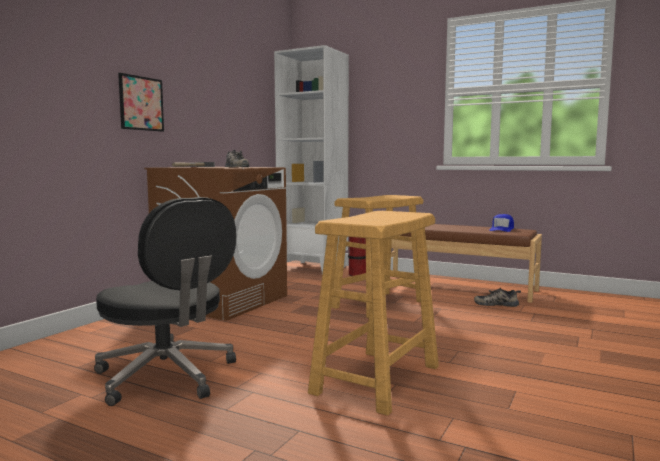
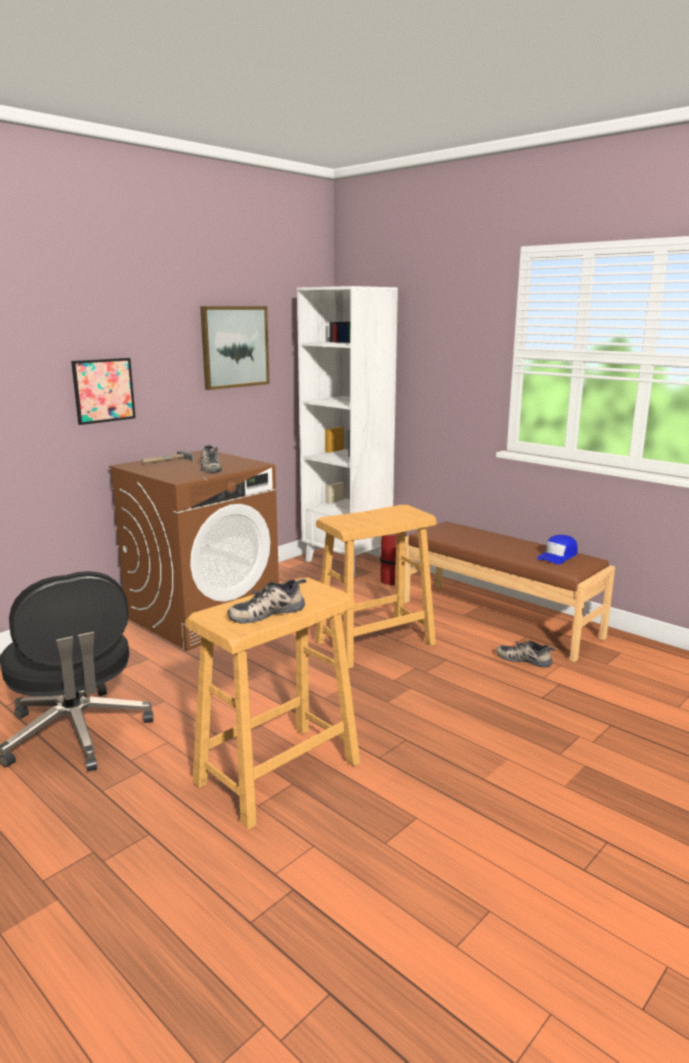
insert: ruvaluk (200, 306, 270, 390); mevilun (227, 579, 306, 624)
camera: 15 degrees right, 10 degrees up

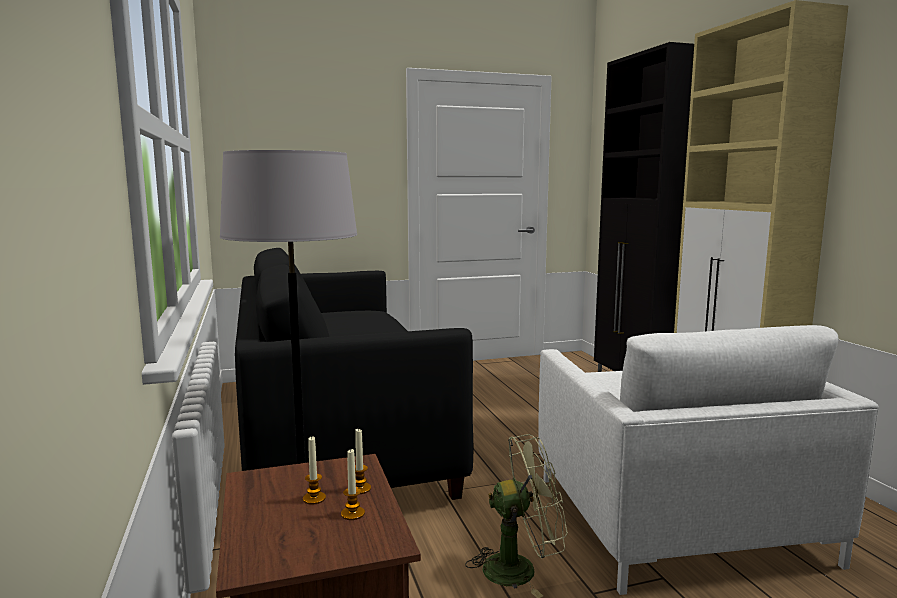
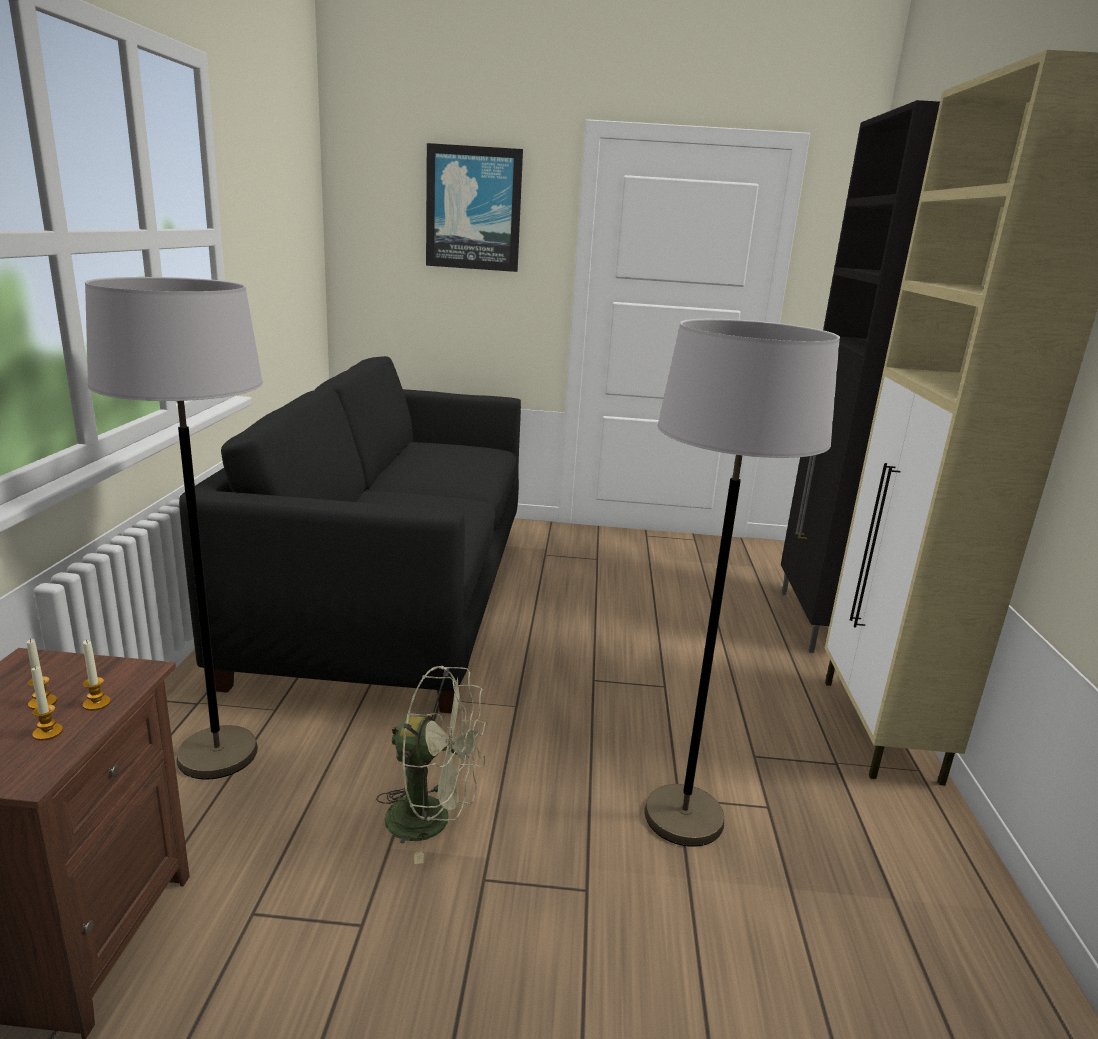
insert: ruvaluk (426, 143, 523, 272)
replace: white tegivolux (538, 325, 879, 595) to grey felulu (644, 319, 840, 847)
camera: 20 degrees right, 10 degrees up

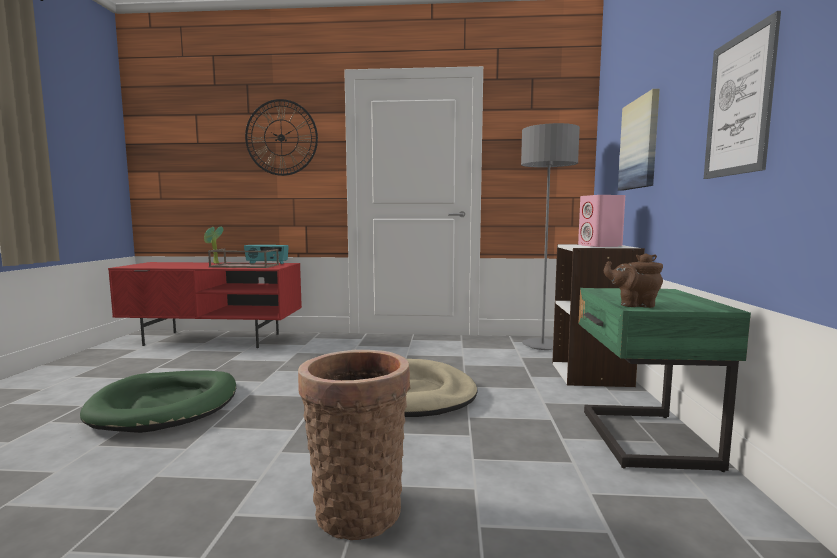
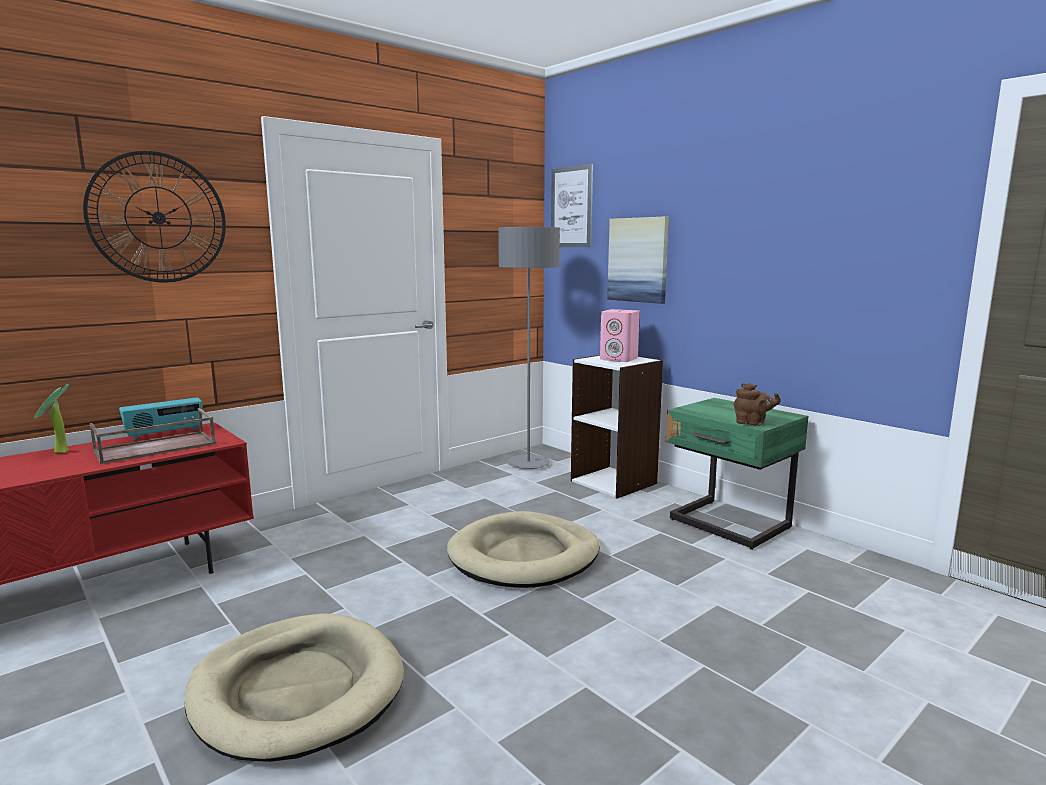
delete: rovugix (298, 350, 410, 540)
move: ruvaluk (704, 11, 781, 179) to (551, 164, 593, 247)
recolor: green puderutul (80, 371, 236, 433) to beige puderutul (184, 613, 404, 762)
rotate: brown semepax (604, 253, 663, 308) = (734, 383, 781, 426) 120 degrees counterclockwise
camera: 45 degrees left, 5 degrees up

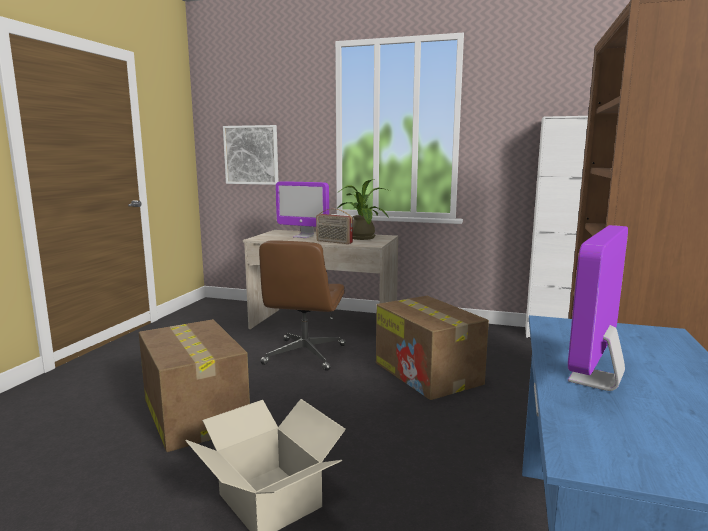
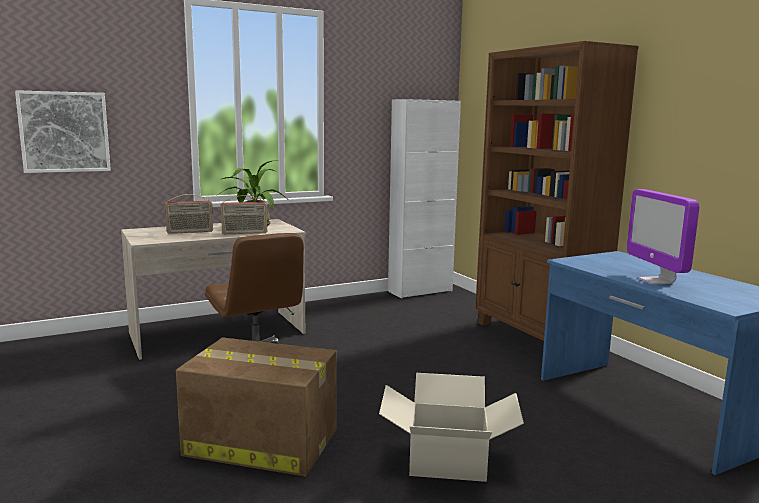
delete: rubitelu (376, 296, 489, 400)
replace: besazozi (276, 181, 329, 238) to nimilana (165, 194, 213, 234)
camera: 45 degrees left, 0 degrees up

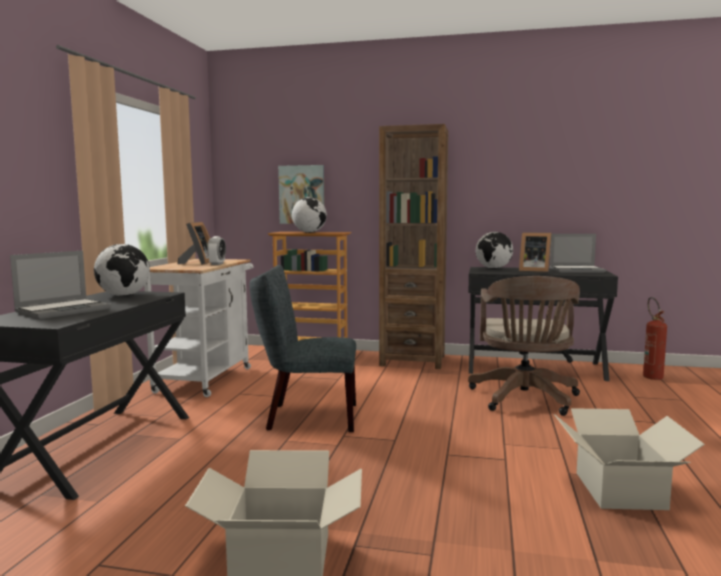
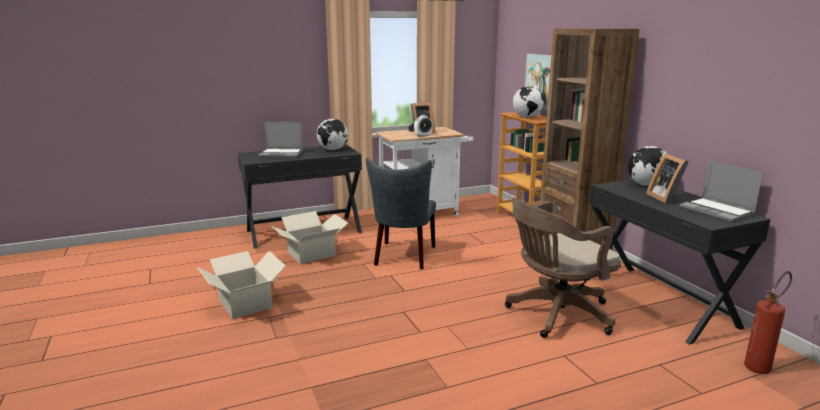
move: rubitelu (554, 408, 705, 510) to (272, 211, 348, 264)
rotate: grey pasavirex (250, 265, 356, 432) = (366, 158, 436, 269) 135 degrees counterclockwise
camera: 55 degrees right, 10 degrees up

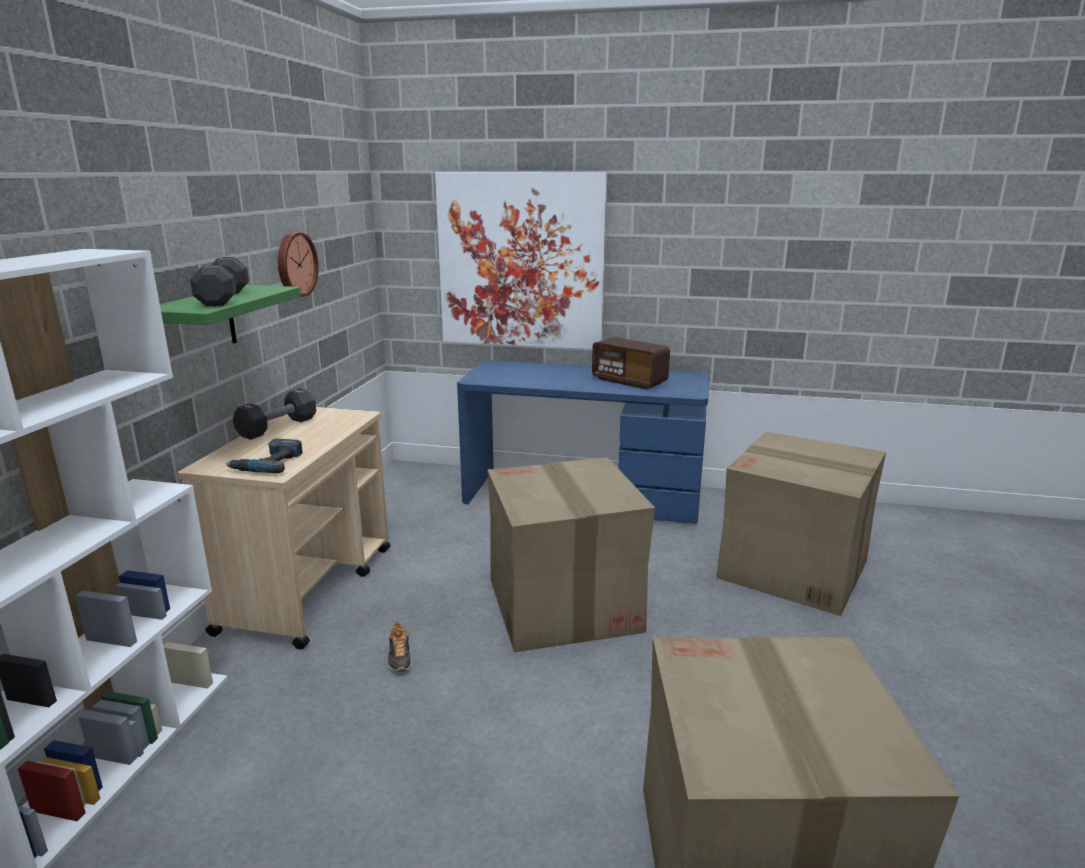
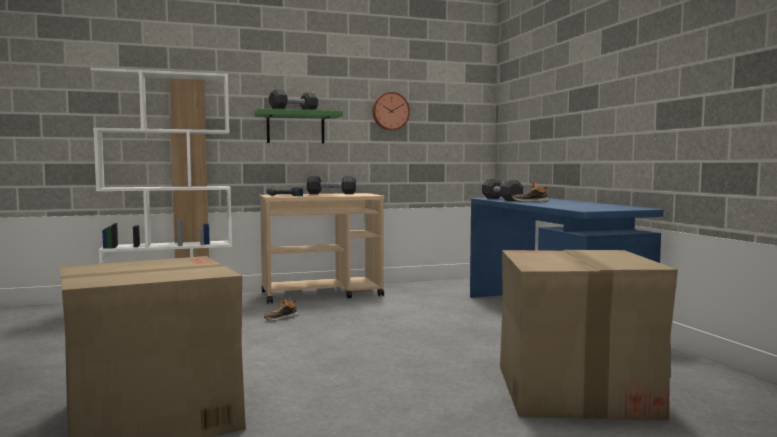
delete: ruvaluk (435, 172, 608, 349); rubitelu (487, 457, 655, 652); nimilana (592, 337, 670, 389)
insert: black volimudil (482, 179, 523, 201); mevilun (512, 182, 549, 202)
camera: 60 degrees right, 15 degrees down

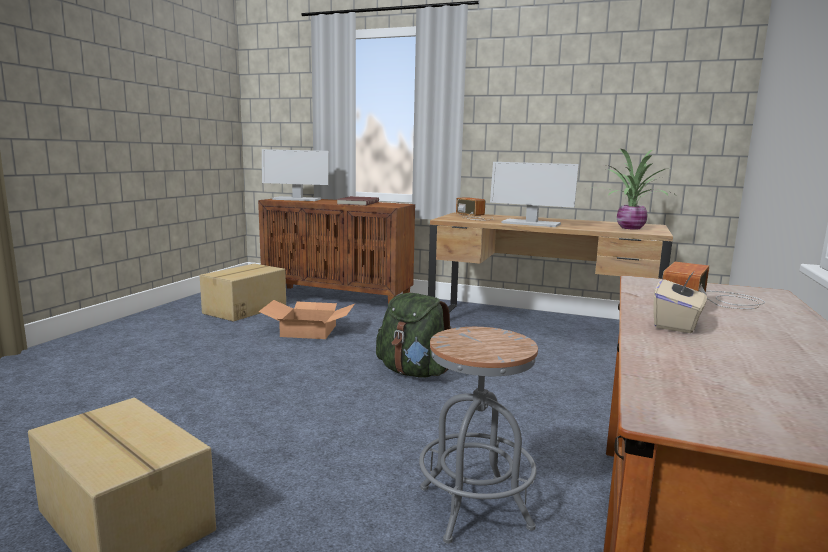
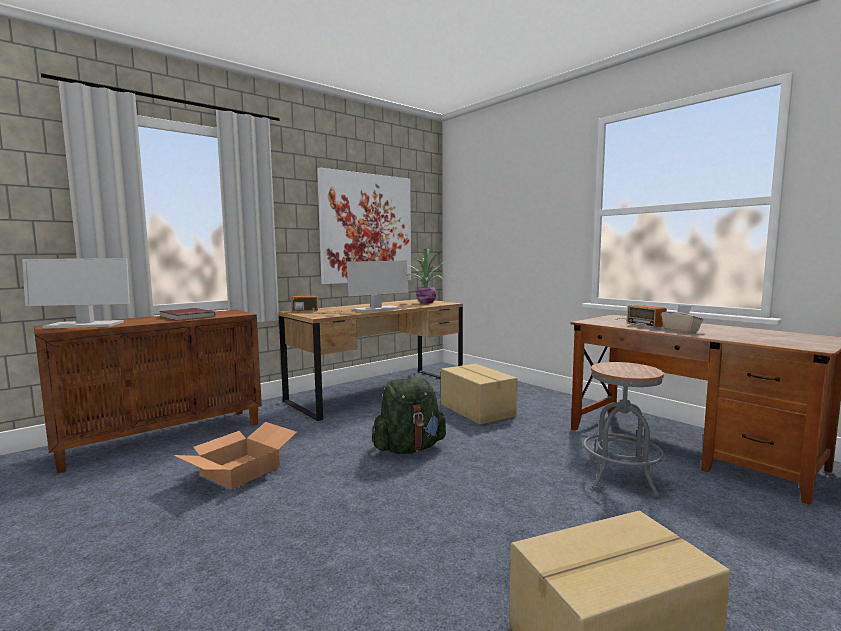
insert: ruvaluk (317, 168, 412, 284)
move: rubitelu (200, 264, 286, 322) to (441, 364, 518, 425)
rotate: besazozi (262, 149, 329, 201) = (22, 258, 130, 329) 45 degrees clockwise
camera: 60 degrees left, 5 degrees down

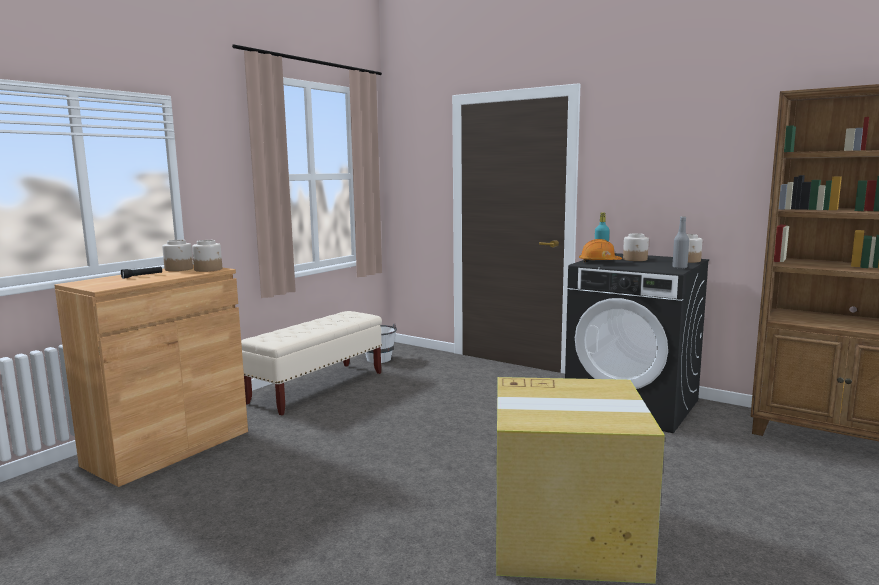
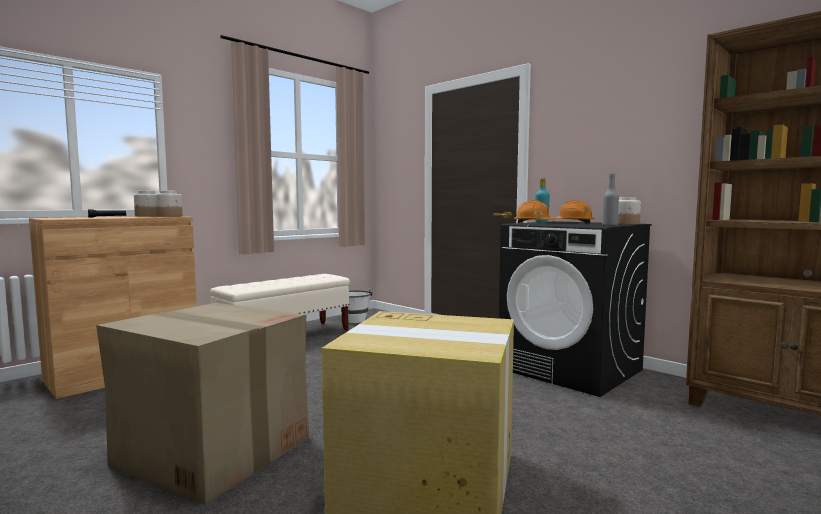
insert: rubitelu (96, 303, 309, 505)
replace: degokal (623, 233, 649, 261) to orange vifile (554, 200, 594, 223)
camera: 10 degrees right, 5 degrees down

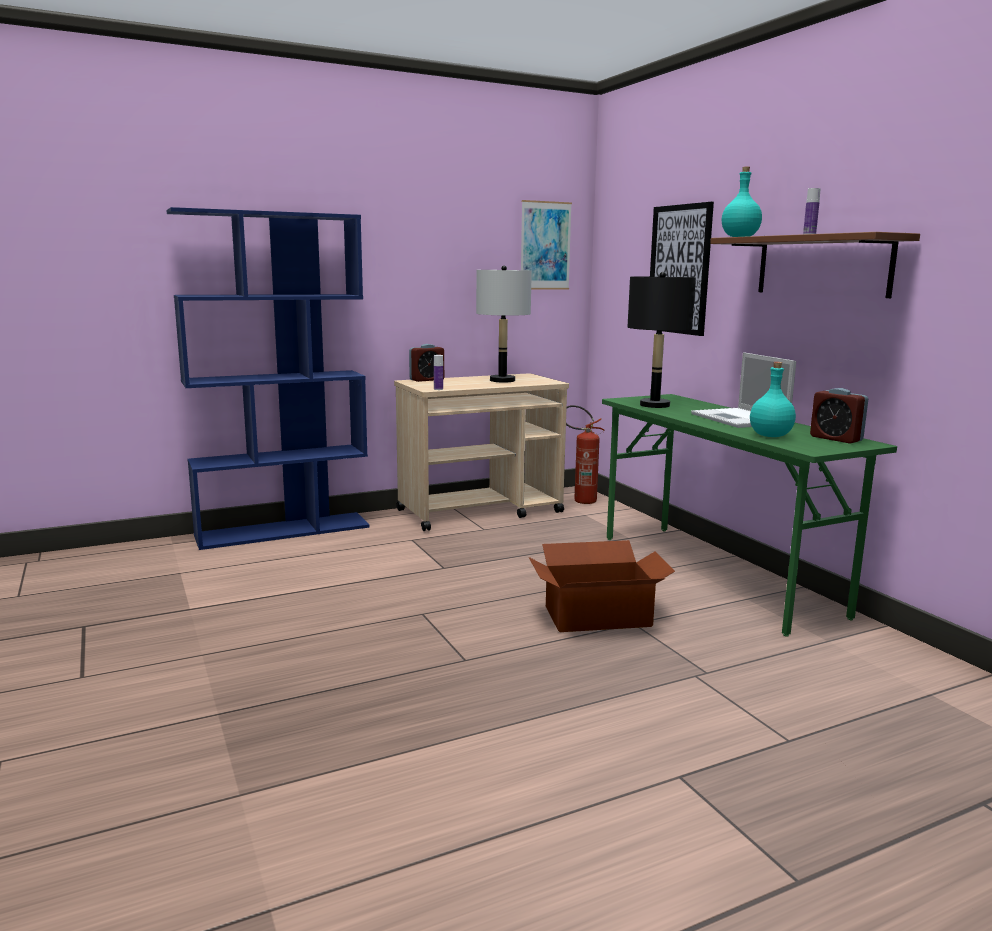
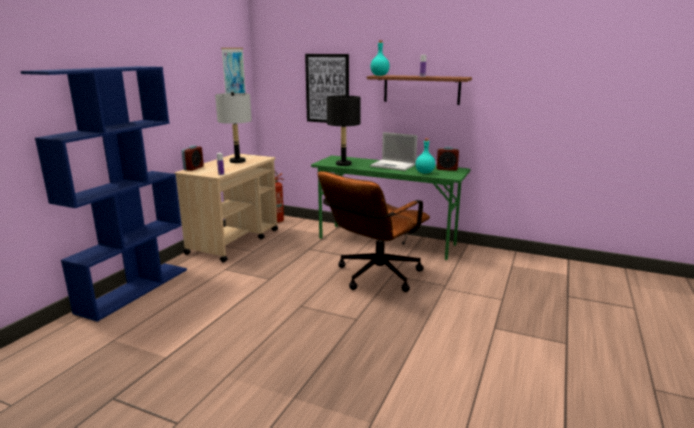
replace: rubitelu (529, 540, 675, 632) to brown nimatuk (317, 171, 430, 292)
camera: 40 degrees left, 5 degrees up

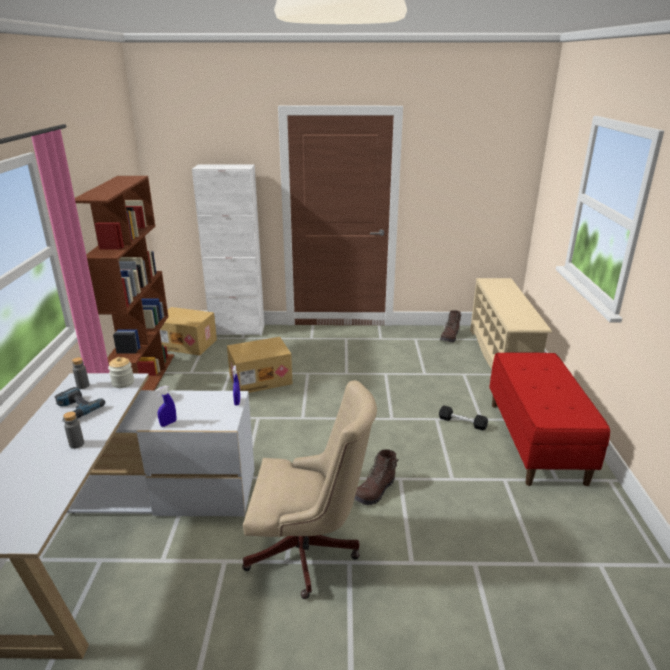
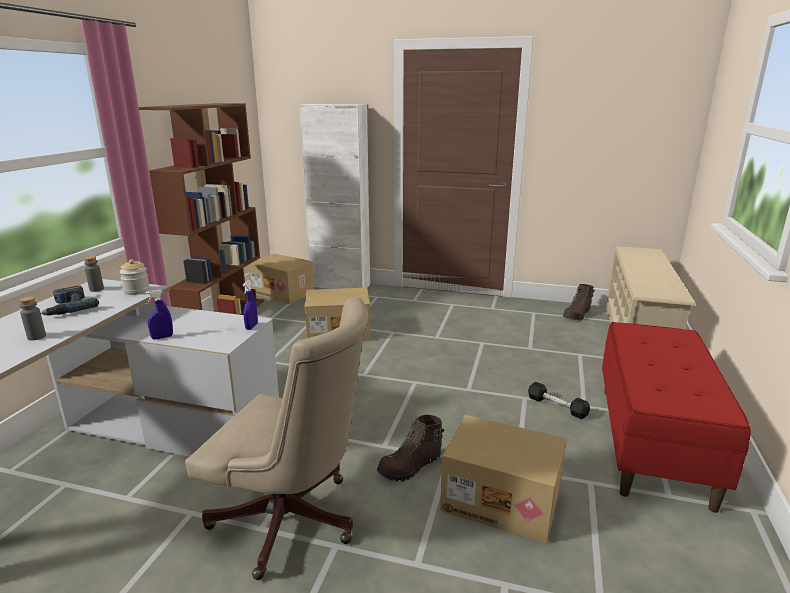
insert: rubitelu (440, 415, 566, 544)
camera: 15 degrees right, 5 degrees down

